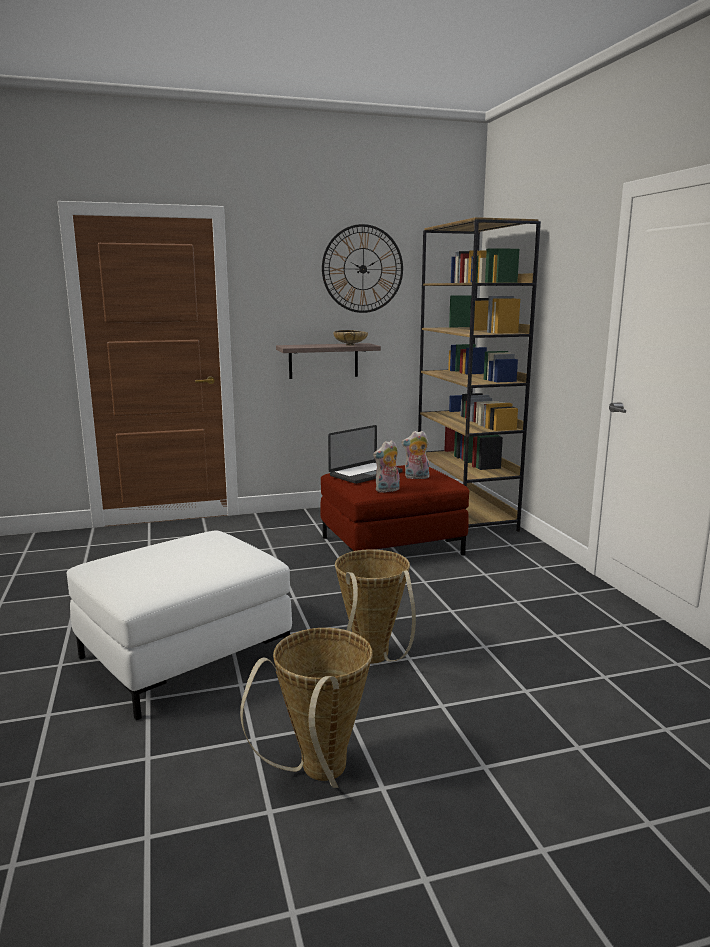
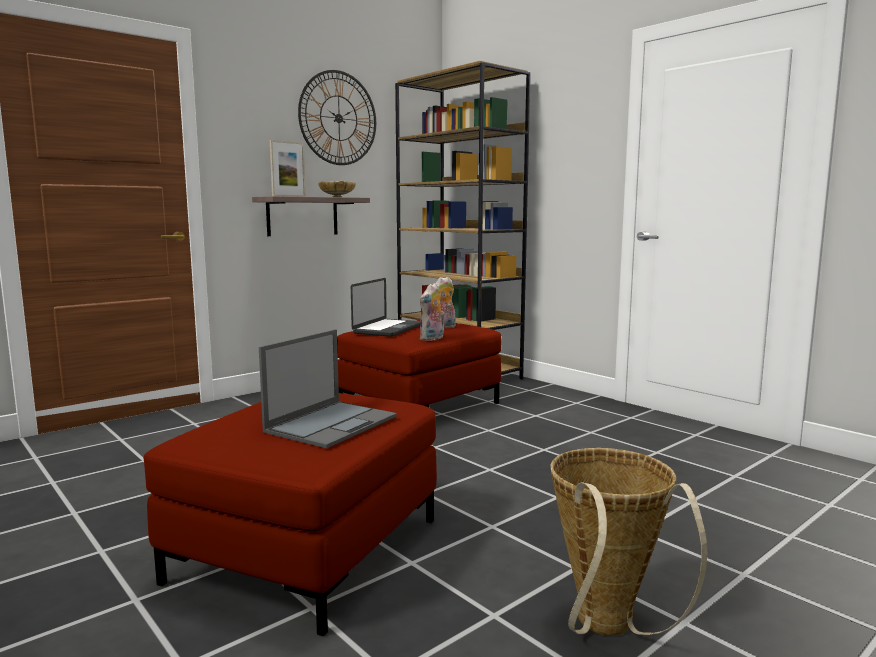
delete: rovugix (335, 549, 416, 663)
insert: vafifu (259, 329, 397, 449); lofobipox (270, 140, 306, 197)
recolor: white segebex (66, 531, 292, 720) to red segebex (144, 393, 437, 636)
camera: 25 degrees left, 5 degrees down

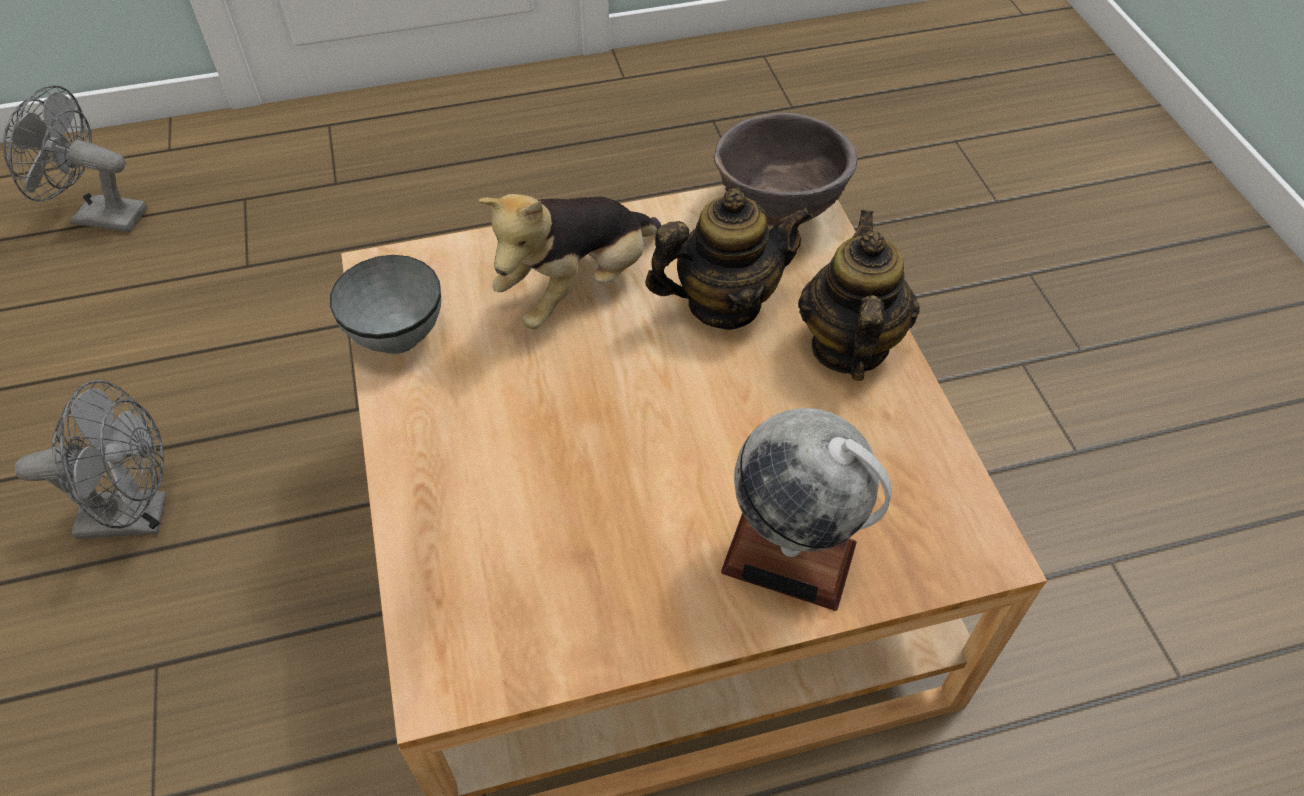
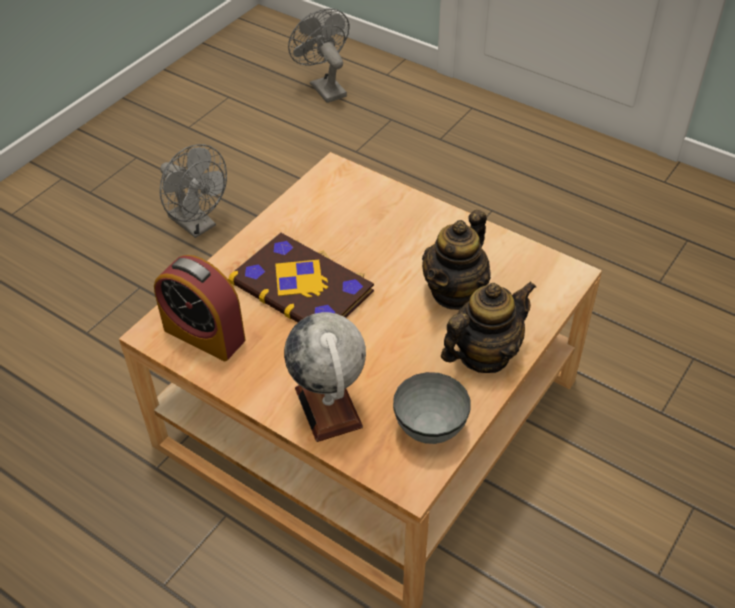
delete: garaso (478, 194, 661, 329); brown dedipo (714, 113, 857, 226)
insert: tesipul (154, 255, 245, 361); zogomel (228, 233, 374, 322)
move: grey dedipo (330, 255, 441, 354) to (393, 372, 470, 444)
rotate: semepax (645, 188, 813, 330) = (422, 210, 491, 310) 90 degrees clockwise
camera: 50 degrees right, 5 degrees down

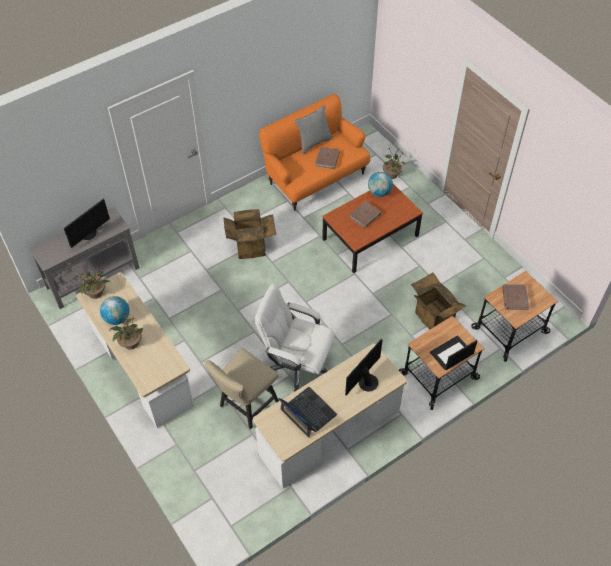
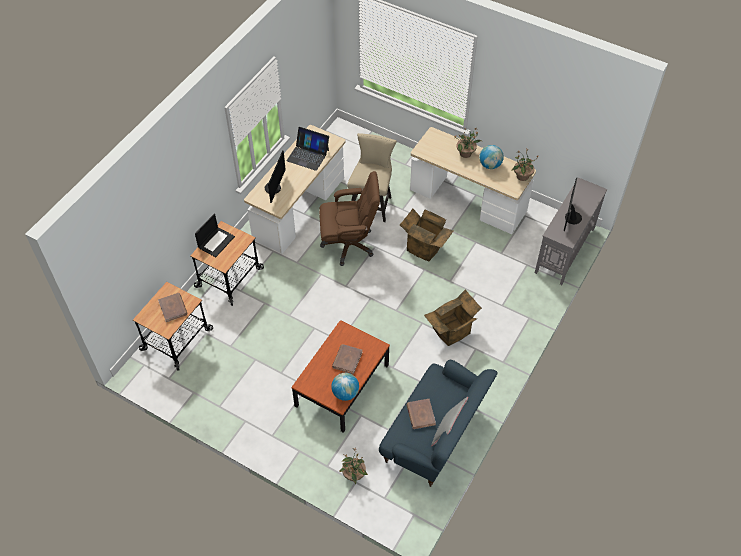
move: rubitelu (411, 272, 467, 329) to (400, 209, 453, 261)
recolor: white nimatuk (254, 284, 335, 392) to brown nimatuk (319, 171, 380, 266); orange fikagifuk (259, 94, 371, 211) to blue fikagifuk (379, 360, 498, 487)
camera: 155 degrees right, 0 degrees up

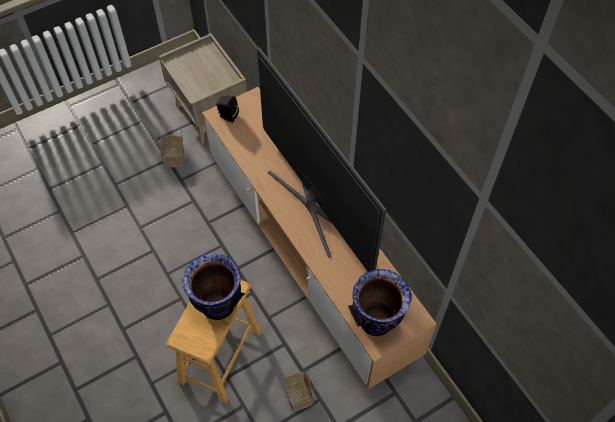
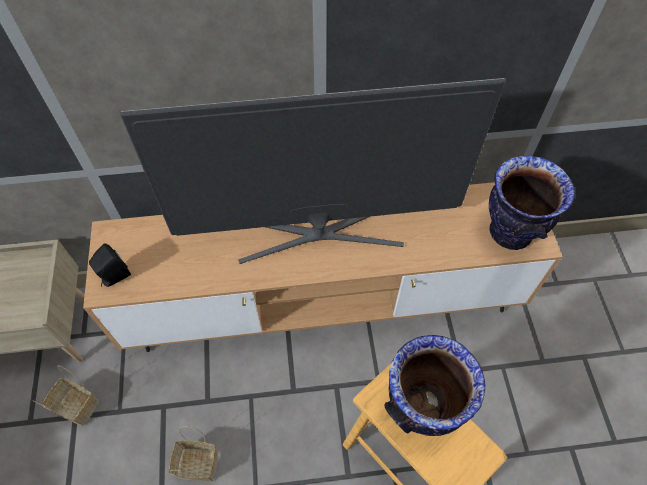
move: rovugix (283, 368, 315, 412) to (169, 426, 218, 482)
camera: 65 degrees left, 0 degrees up

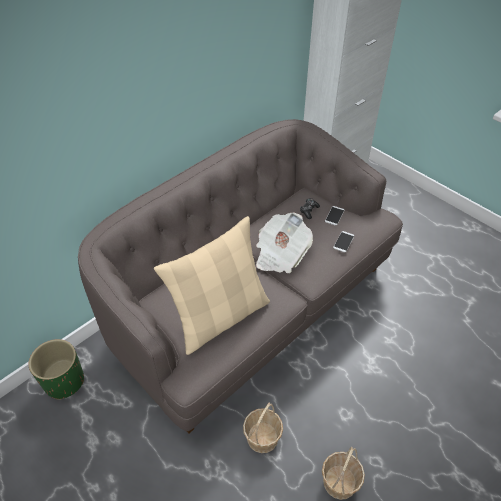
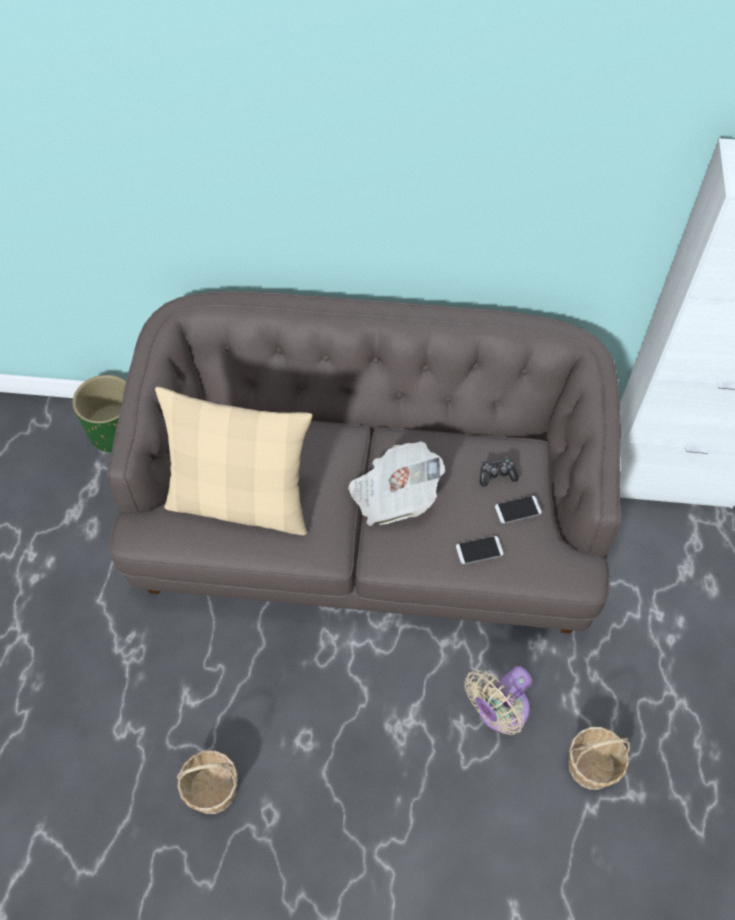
insert: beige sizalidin (464, 666, 532, 735)
move: rovugix (243, 403, 283, 453) to (568, 727, 630, 790)
camera: 50 degrees right, 10 degrees up

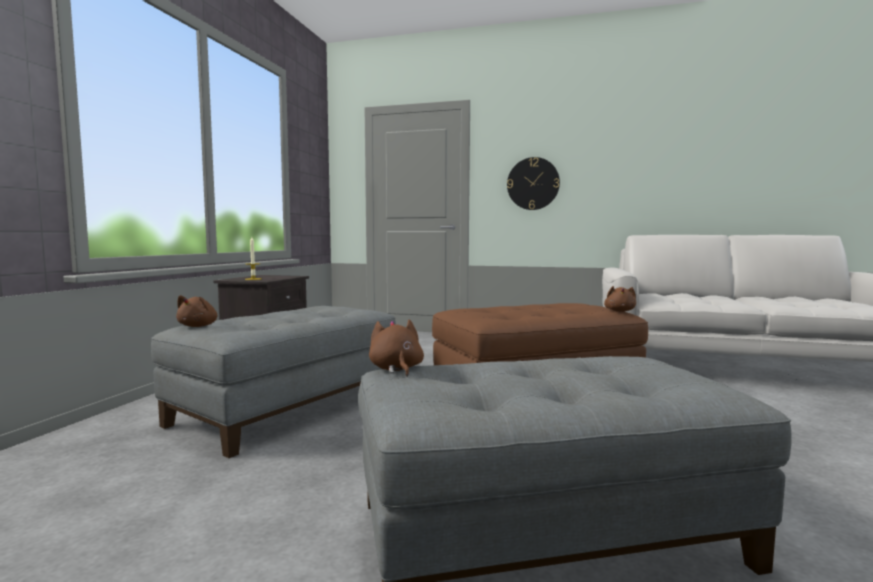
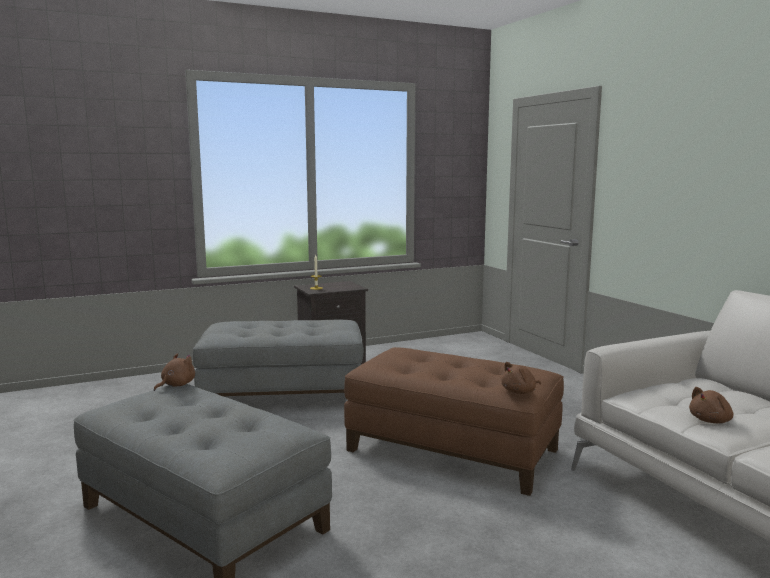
delete: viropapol (507, 157, 560, 210)
move: brown garaso (176, 295, 217, 327) to (689, 387, 734, 423)
camera: 50 degrees right, 5 degrees up

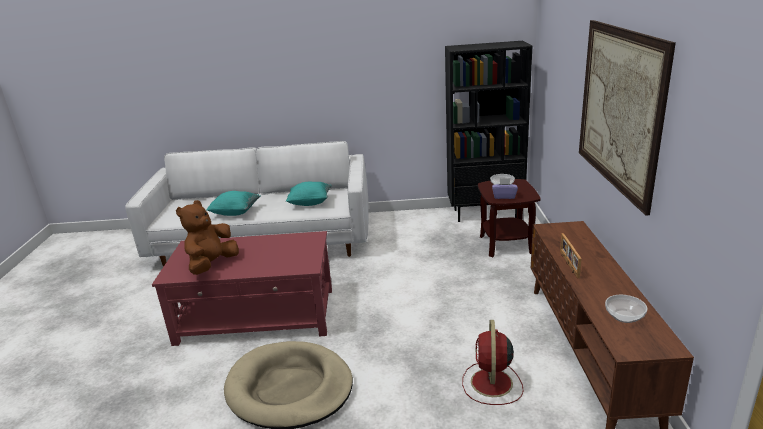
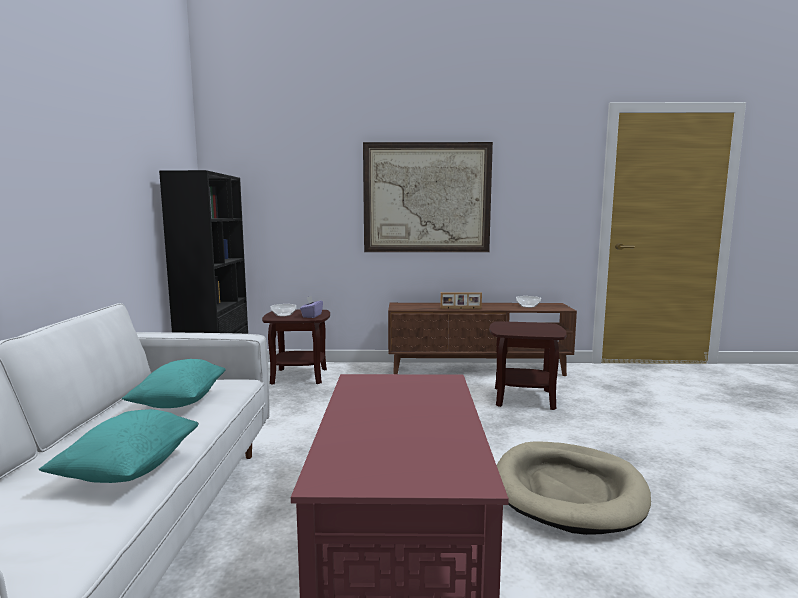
delete: brown garaso (176, 200, 239, 275)
replace: red sizalidin (462, 320, 524, 405) to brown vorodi (489, 321, 567, 410)
camera: 90 degrees left, 15 degrees down

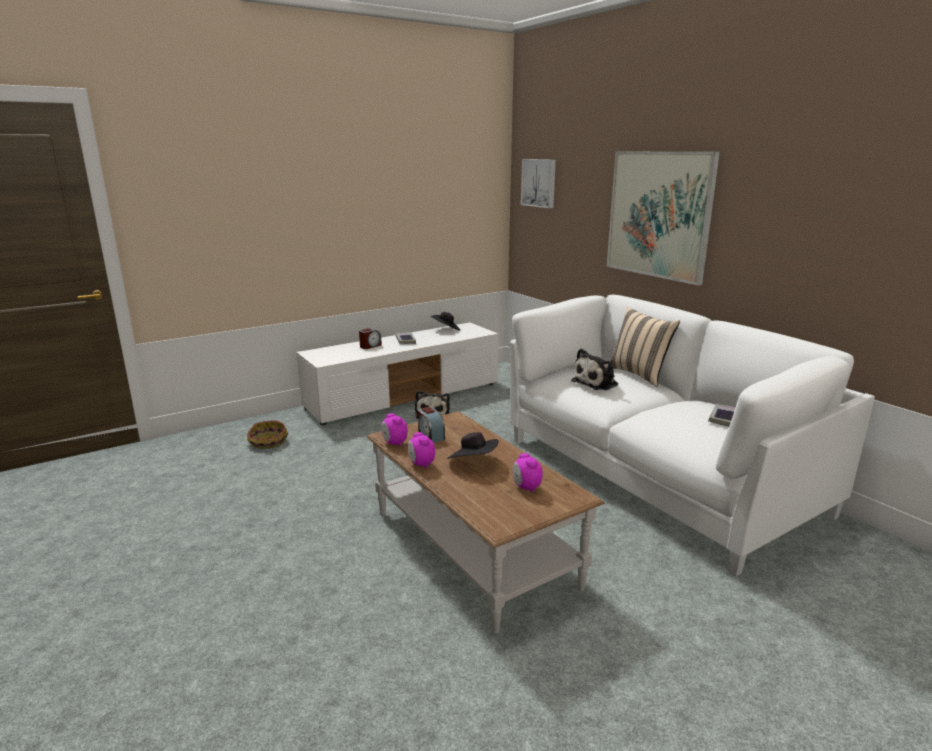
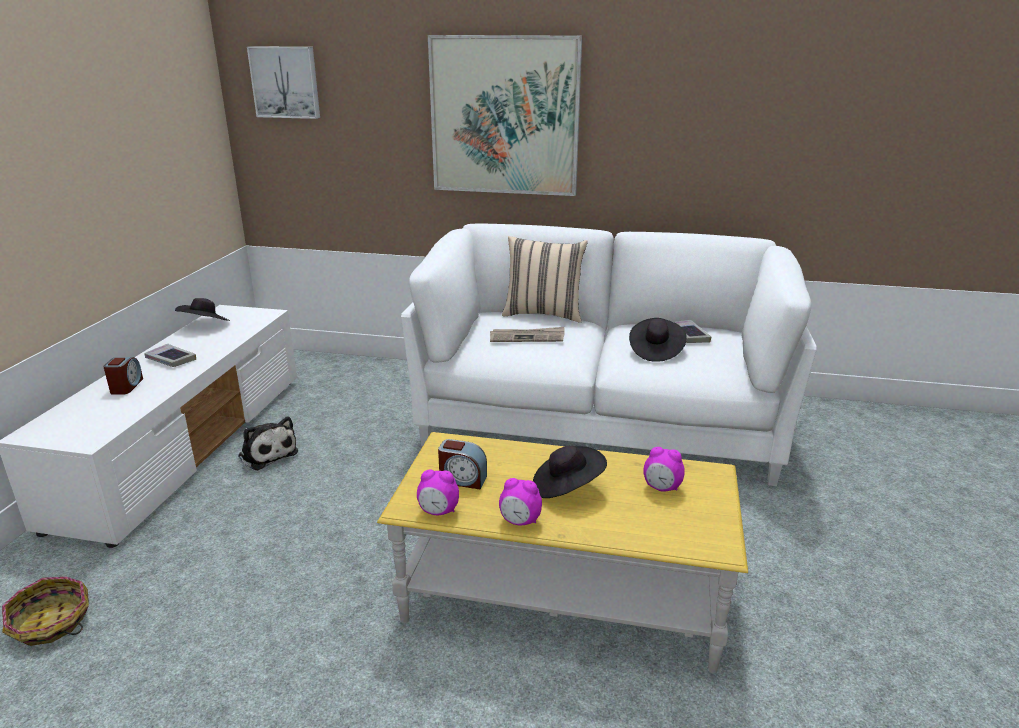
insert: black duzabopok (629, 318, 687, 362)
replace: garaso (571, 348, 618, 390) to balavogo (490, 327, 565, 342)
recolor: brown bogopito (366, 411, 605, 634) to yellow bogopito (377, 432, 748, 674)
camera: 45 degrees left, 5 degrees up

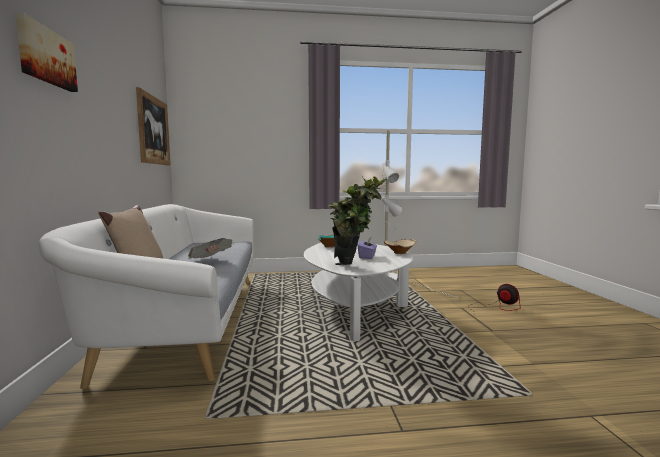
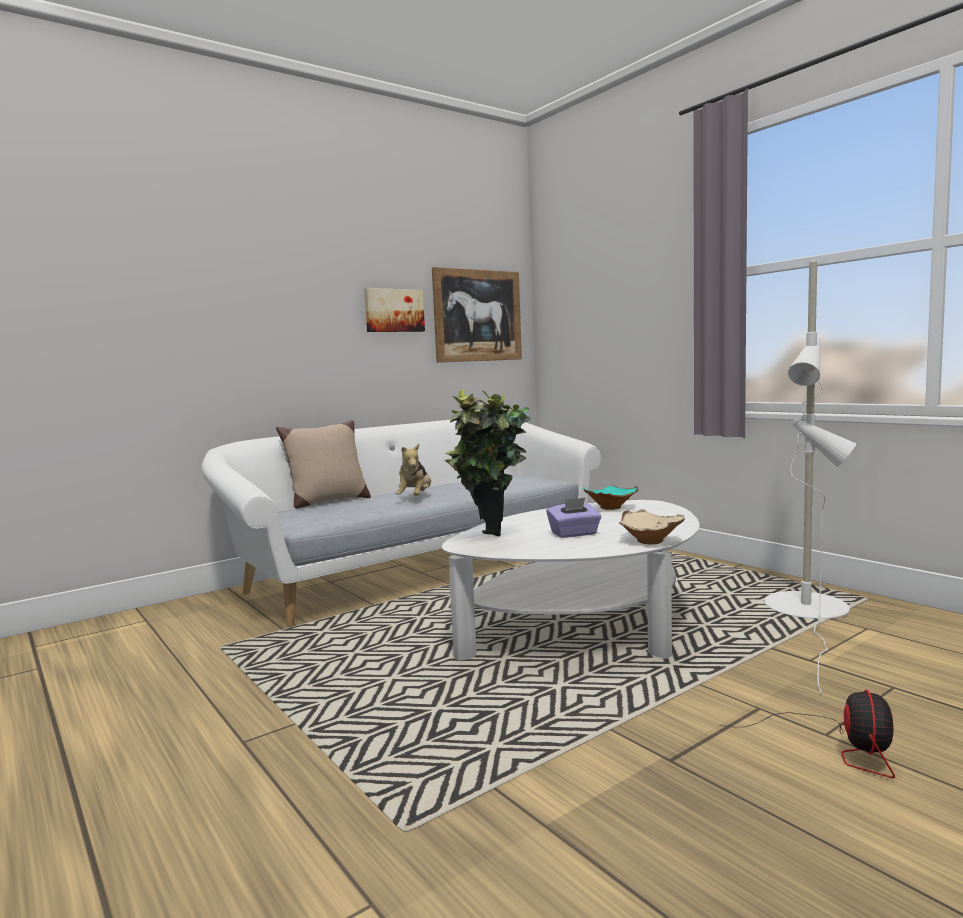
move: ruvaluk (16, 13, 78, 92) to (364, 288, 425, 332)
replace: balavogo (188, 238, 233, 259) to garaso (396, 444, 431, 495)
camera: 60 degrees right, 0 degrees up

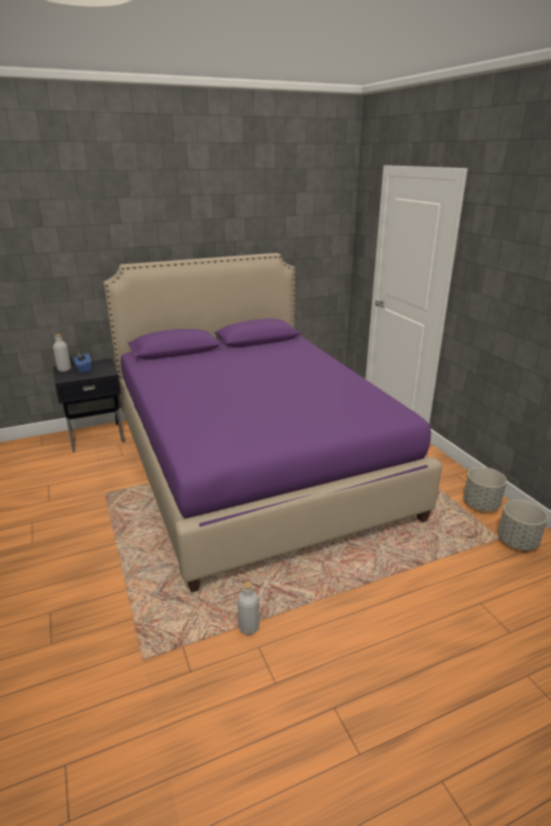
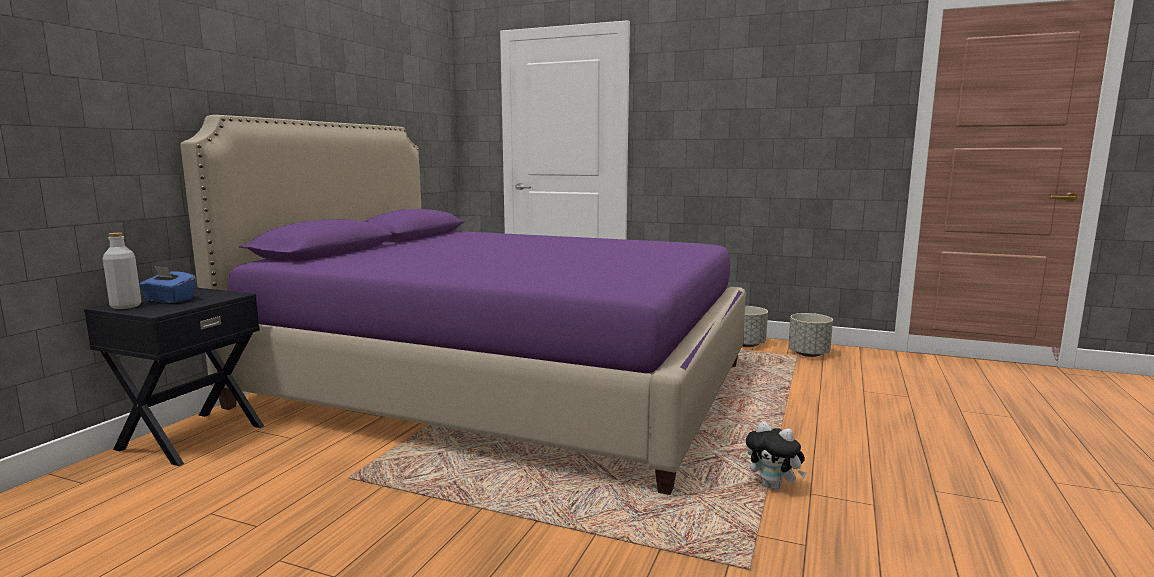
replace: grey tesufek (237, 582, 259, 635) to garaso (746, 421, 807, 491)
camera: 45 degrees left, 15 degrees down

